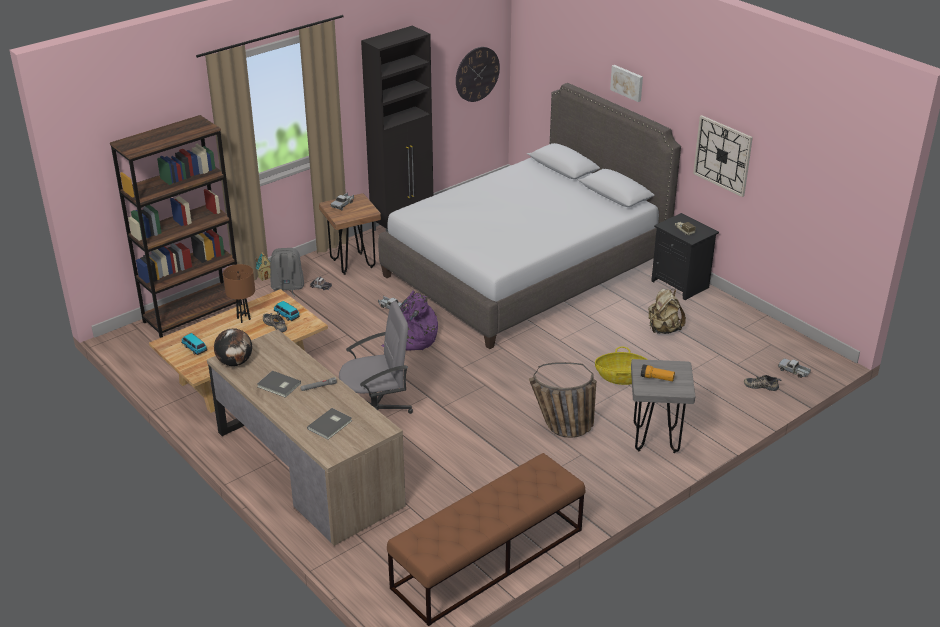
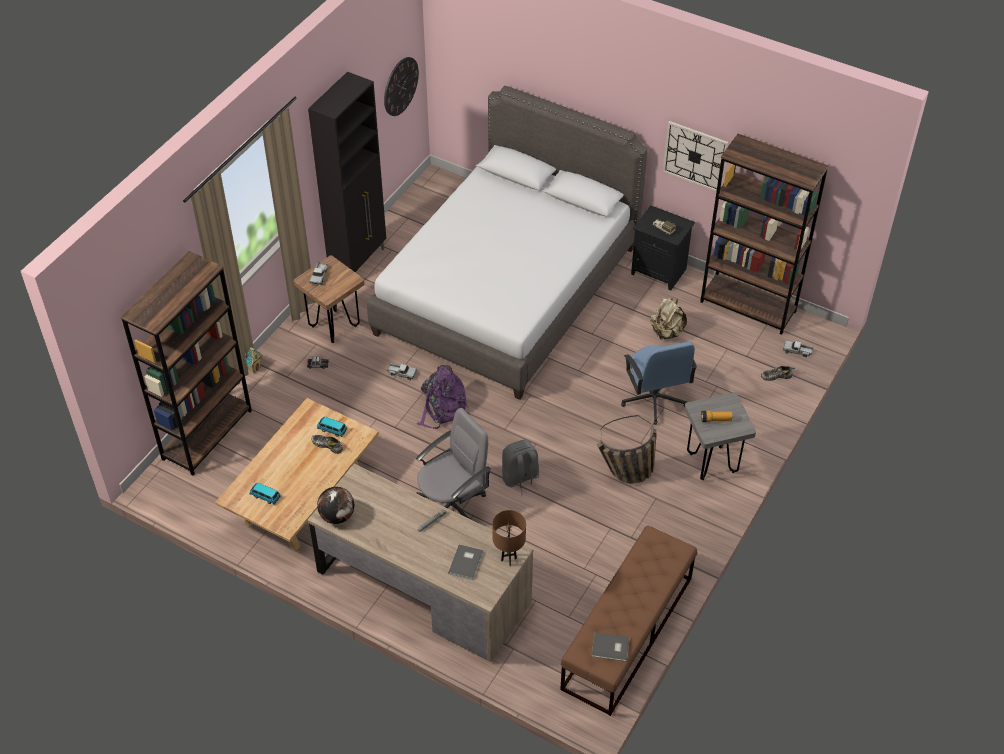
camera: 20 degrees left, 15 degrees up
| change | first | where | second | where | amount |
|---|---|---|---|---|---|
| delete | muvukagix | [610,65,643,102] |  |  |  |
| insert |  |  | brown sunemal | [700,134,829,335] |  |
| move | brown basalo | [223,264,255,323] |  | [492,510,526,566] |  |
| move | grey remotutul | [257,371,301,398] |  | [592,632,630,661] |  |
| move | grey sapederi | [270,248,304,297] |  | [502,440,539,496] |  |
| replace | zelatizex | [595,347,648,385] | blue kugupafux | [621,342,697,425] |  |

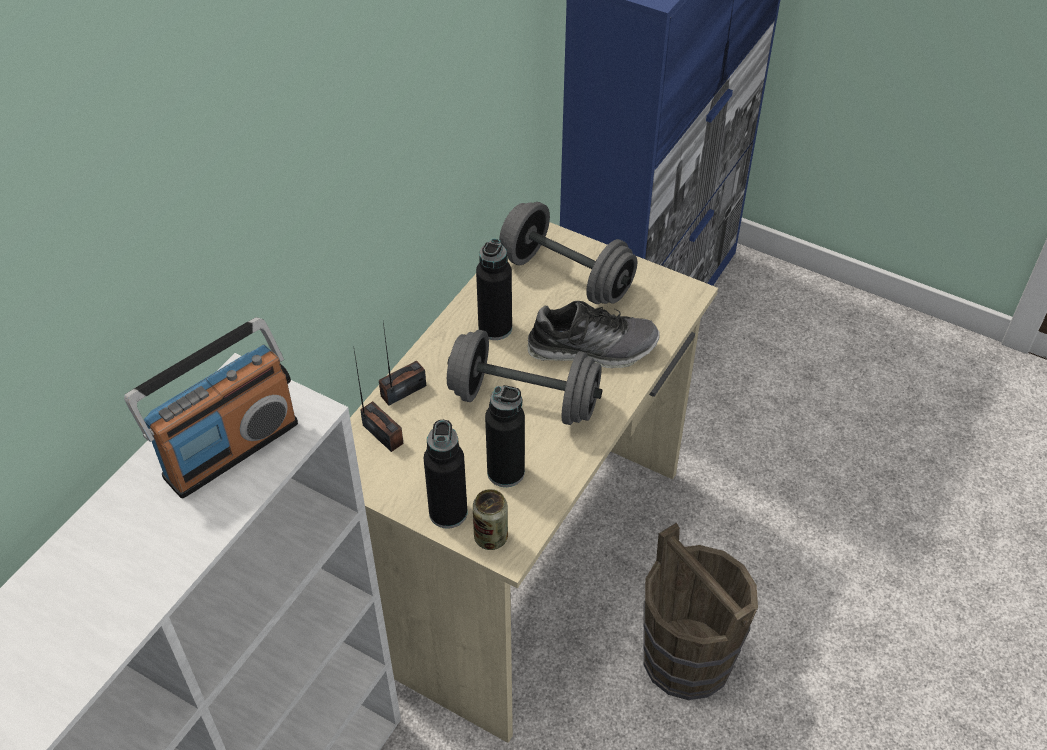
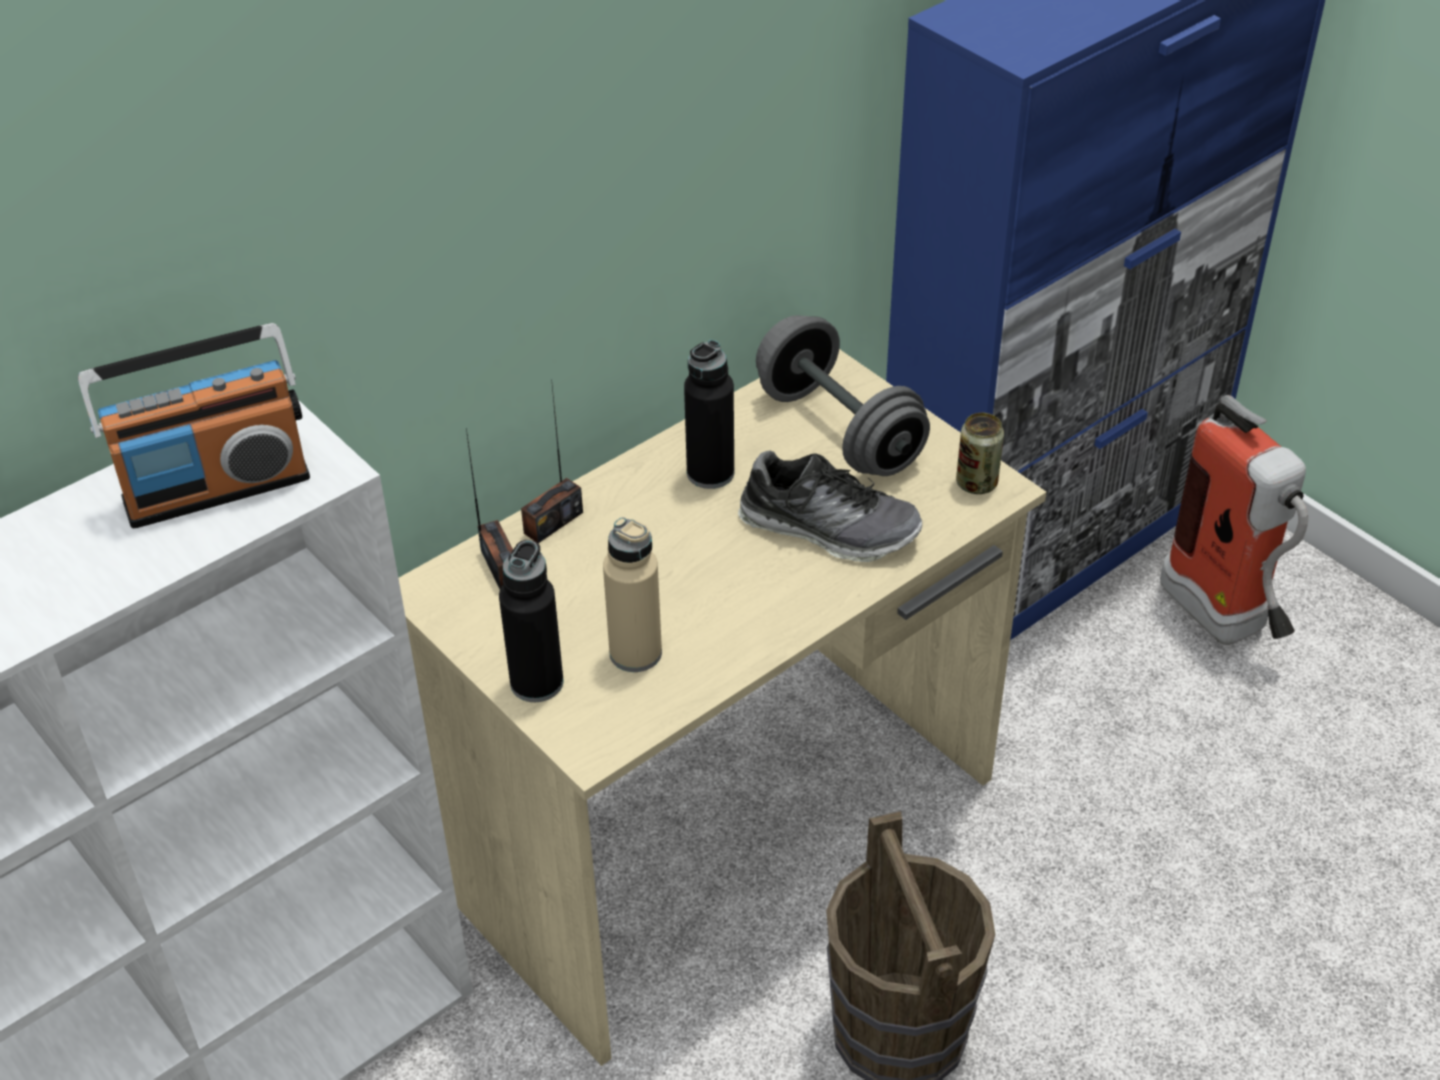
camera: 20 degrees right, 5 degrees down
| change | first | where | second | where | amount |
|---|---|---|---|---|---|
| delete | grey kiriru | [447,330,603,425] |  |  |  |
| insert |  |  | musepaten | [1160,395,1308,645] |  |
| move | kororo | [473,489,508,550] |  | [956,413,1004,494] |  |
| recolor | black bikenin | [485,385,525,487] | beige bikenin | [603,517,662,672] |  |
| rotate | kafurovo | [379,322,426,406] |  | [521,386,583,543] | 150 degrees clockwise |

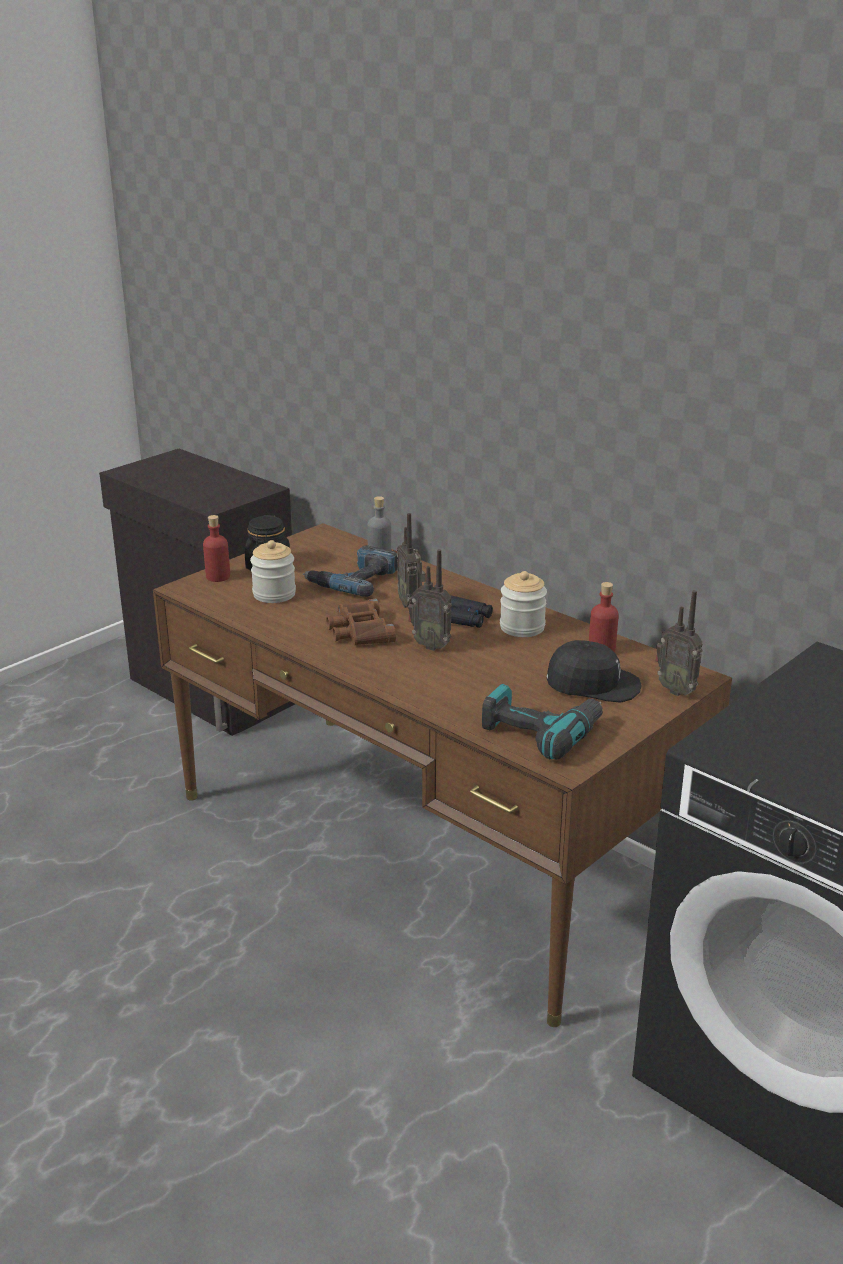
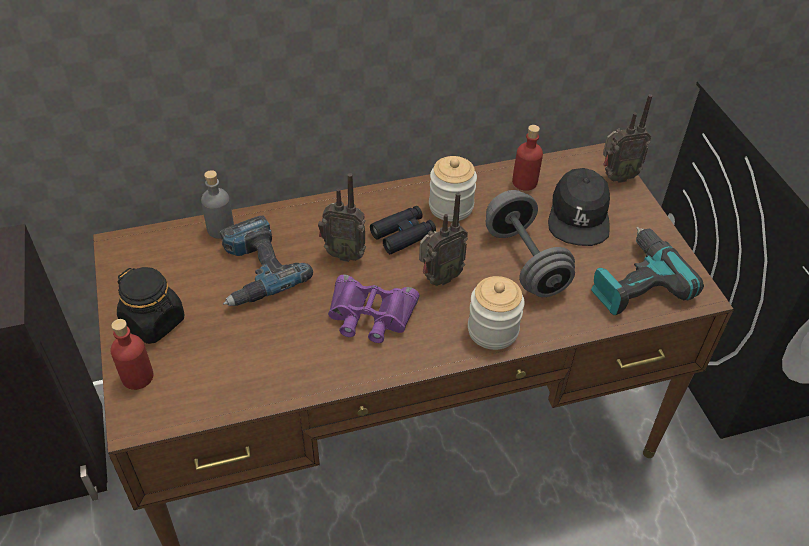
camera: 60 degrees left, 20 degrees up
| change | first | where | second | where | amount |
|---|---|---|---|---|---|
| insert |  |  | grey kiriru | [486,190,575,297] |  |
| move | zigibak | [250,540,296,603] |  | [468,276,525,350] |  |
| recolor | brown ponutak | [326,599,396,645] | purple ponutak | [328,274,420,343] |  |
| rotate | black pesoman | [546,640,642,703] |  | [548,168,610,246] | 150 degrees clockwise |

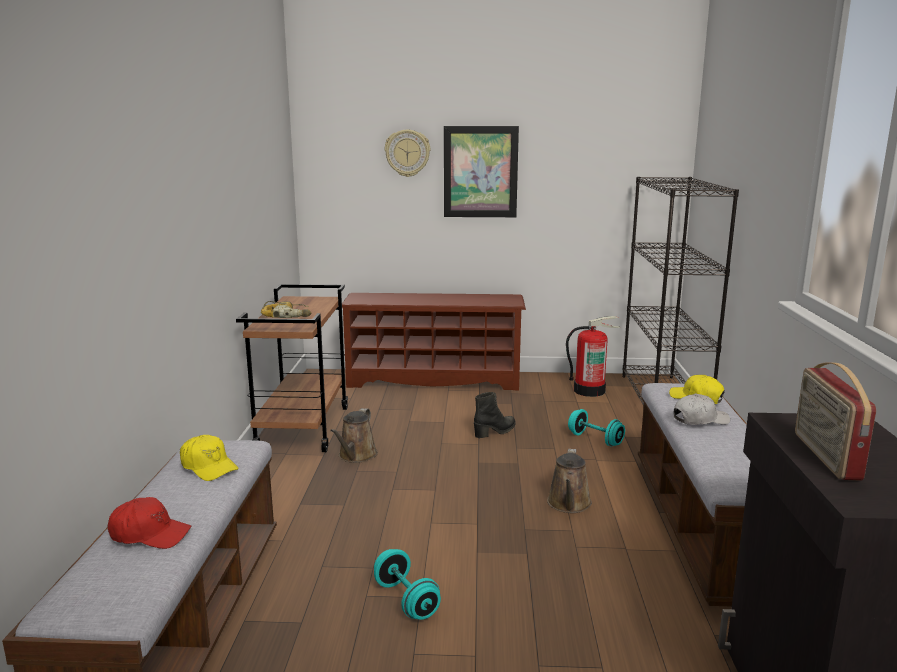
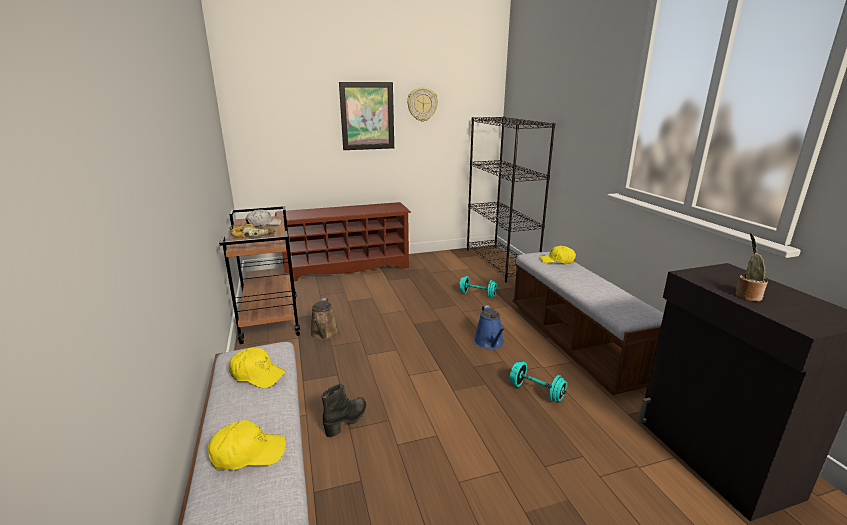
camera: 20 degrees left, 5 degrees up
| change | first | where | second | where | amount |
|---|---|---|---|---|---|
| delete | musepaten | [566,316,621,397] |  |  |  |
| move | turquoise kiriru | [374,549,441,620] |  | [510,362,567,402] |  |
| move | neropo | [385,130,430,177] |  | [407,88,438,122] |  |
| move | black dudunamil | [474,392,516,438] |  | [322,384,366,437] |  |
| move | white pesoman | [674,394,730,425] |  | [246,209,281,227] |  |
| replace | kafurovo | [795,362,876,481] | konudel | [736,233,768,302] |  |
| recolor | red pesoman | [108,497,191,549] | yellow pesoman | [208,420,286,470] |  |
| recolor | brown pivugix | [547,449,592,513] | blue pivugix | [474,305,505,349] |  |

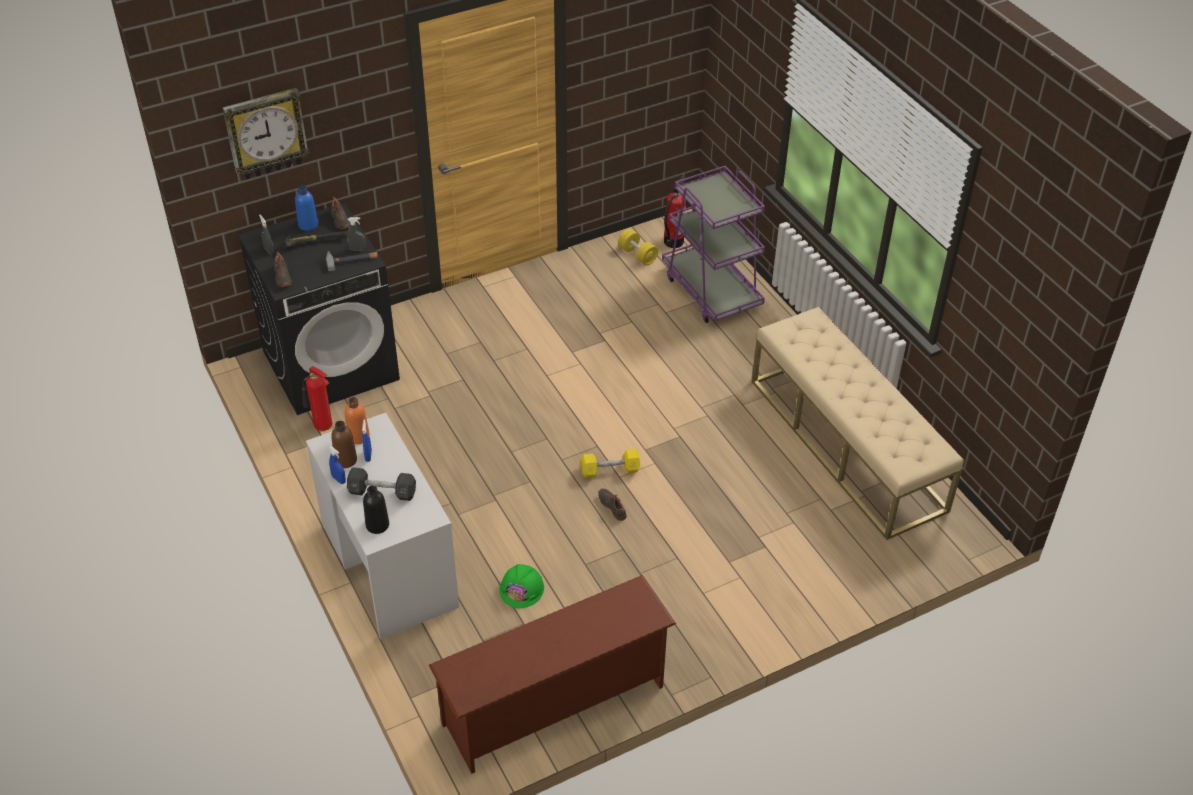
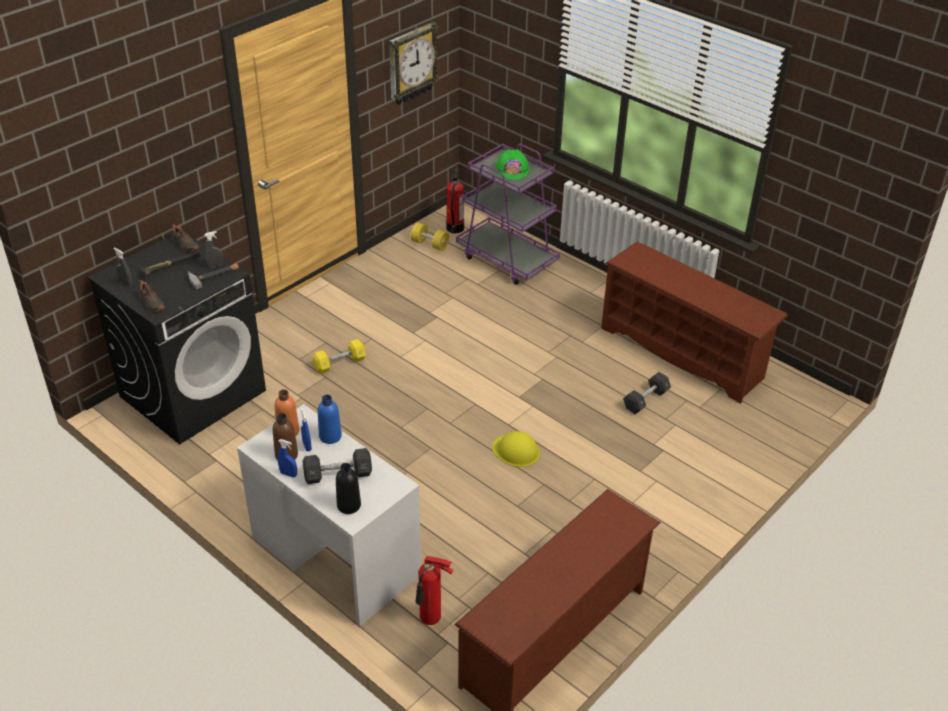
camera: 20 degrees left, 5 degrees down
| change | first | where | second | where | amount |
|---|---|---|---|---|---|
| insert |  |  | black kiriru | [623,372,671,414] |  |
| move | neropo | [222,88,309,179] |  | [389,22,439,105] |  |
| move | blue bikenin | [295,185,318,231] |  | [318,395,342,444] |  |
| move | musepaten | [302,366,332,431] |  | [416,556,454,625] |  |
| move | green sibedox | [499,564,544,608] |  | [495,149,530,180] |  |
| move | yellow kiriru | [581,449,640,478] |  | [313,339,366,374] |  |
| replace | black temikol | [598,488,627,521] | yellow sibedox | [492,431,540,467] |  |
| replace | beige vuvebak | [752,307,964,540] | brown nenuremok | [601,242,788,404] |  |

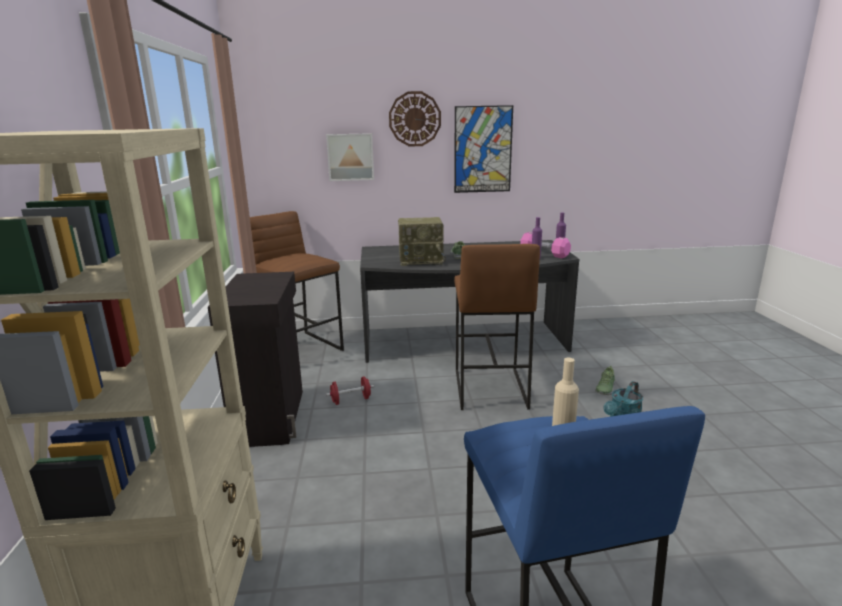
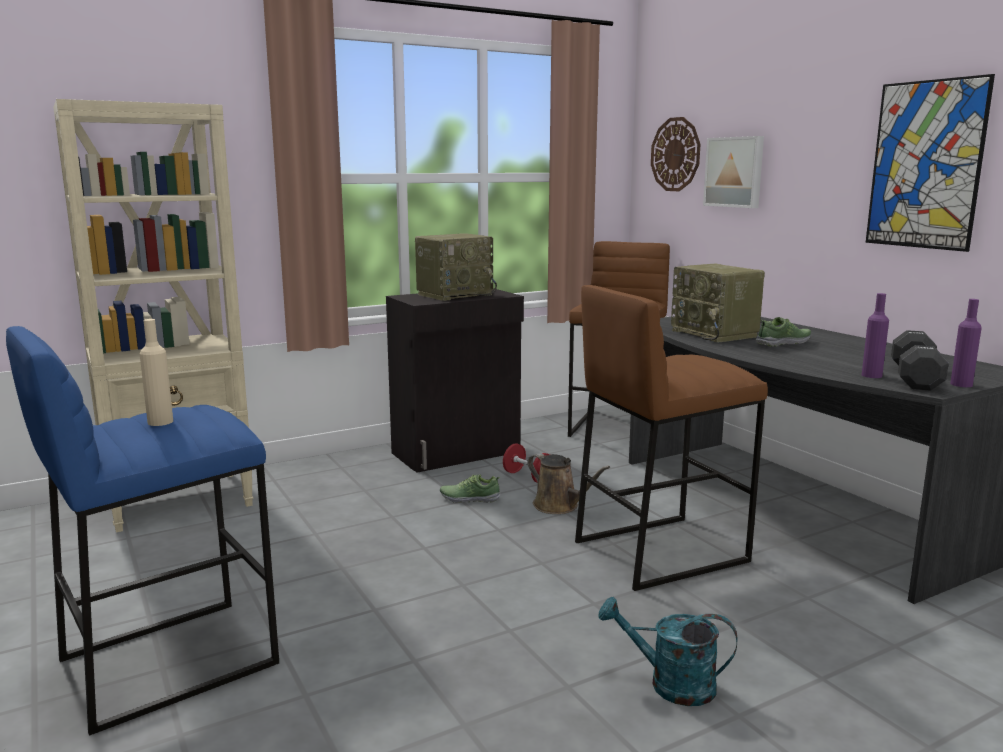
camera: 65 degrees right, 5 degrees down
| change | first | where | second | where | amount |
|---|---|---|---|---|---|
| insert |  |  | kafurovo | [415,233,497,301] |  |
| insert |  |  | brown pivugix | [527,453,610,514] |  |
| move | neropo | [389,91,441,147] |  | [651,117,701,191] |  |
| move | temikol | [595,366,615,395] |  | [440,474,500,503] |  |
| recolor | pink kiriru | [520,232,571,258] | black kiriru | [891,330,949,391] |  |

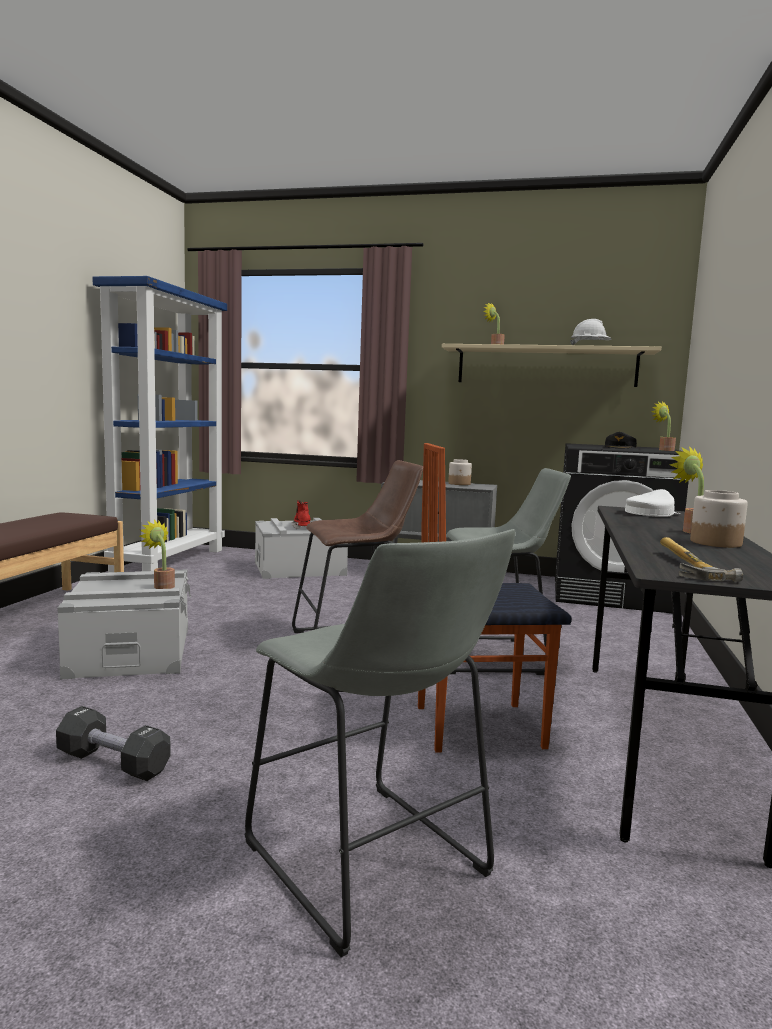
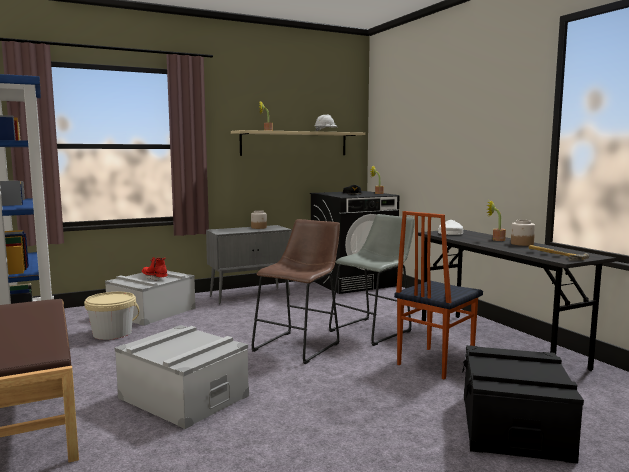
camera: 40 degrees left, 0 degrees up
| change | first | where | second | where | amount |
|---|---|---|---|---|---|
| delete | black kiriru | [56,706,171,781] |  |  |  |
| delete | konudel | [139,520,175,589] |  |  |  |
| insert |  |  | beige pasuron | [84,292,139,340] |  |
| replace | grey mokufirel | [245,529,515,957] | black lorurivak | [462,345,584,464] |  |

